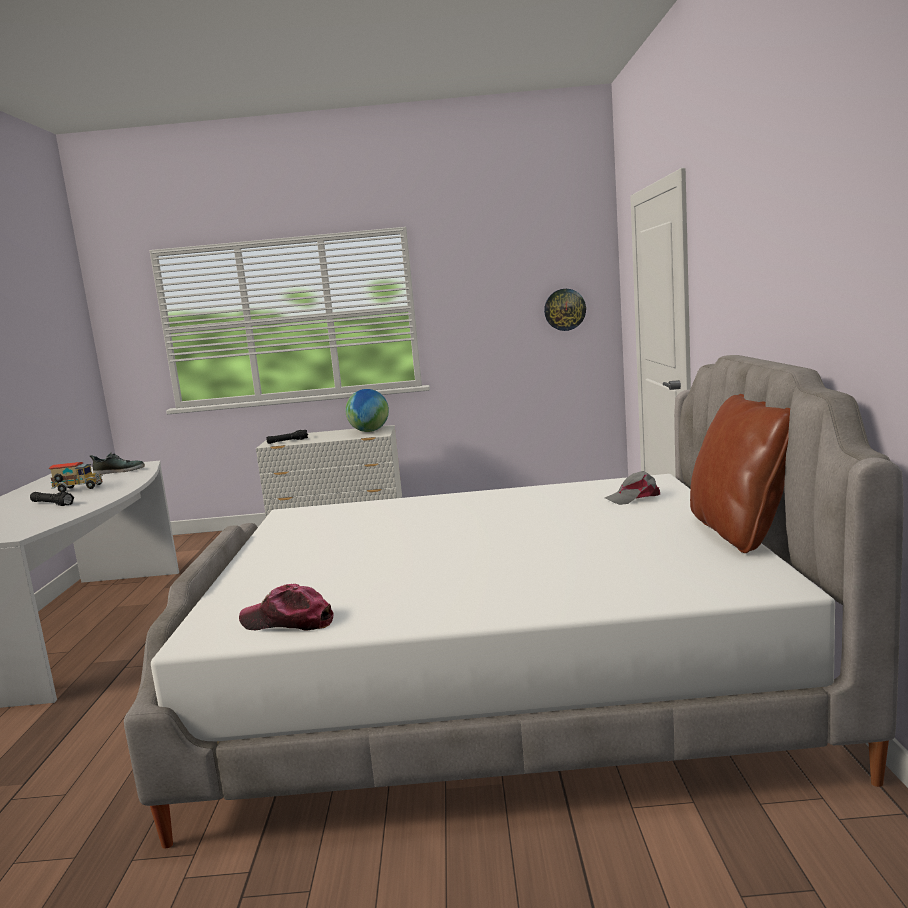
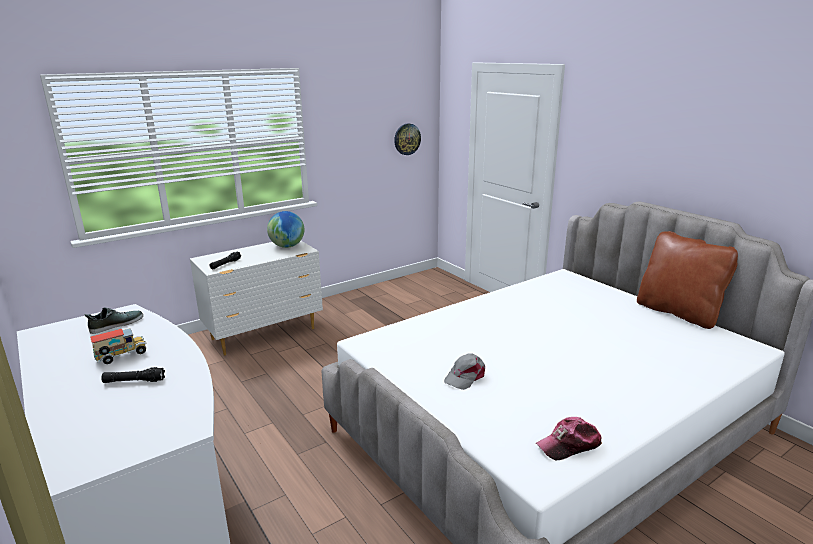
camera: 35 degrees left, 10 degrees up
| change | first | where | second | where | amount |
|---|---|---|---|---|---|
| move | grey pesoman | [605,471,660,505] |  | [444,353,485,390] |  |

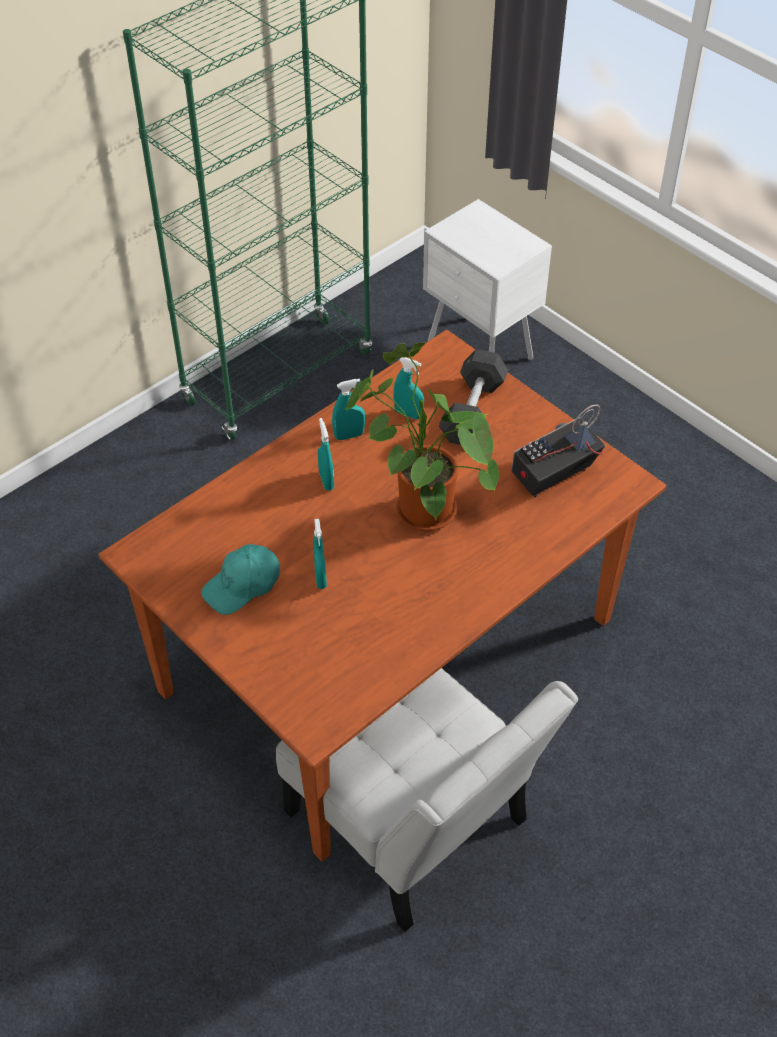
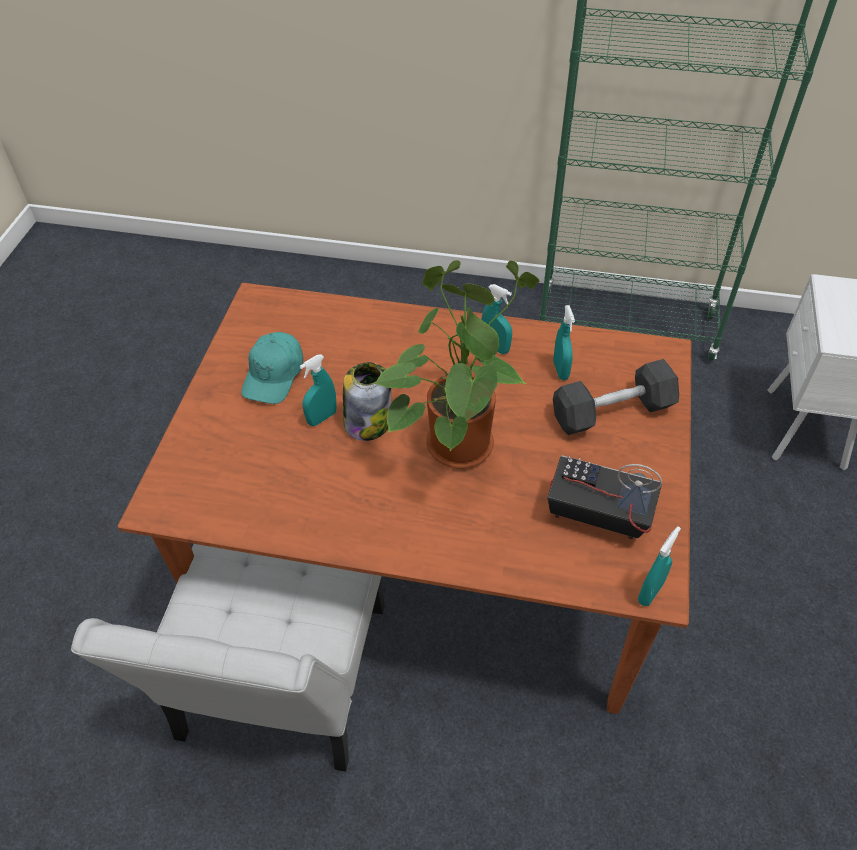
camera: 55 degrees right, 0 degrees up
| change | first | where | second | where | amount |
|---|---|---|---|---|---|
| insert |  |  | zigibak | [343,362,391,441] |  |
| move | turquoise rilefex | [318,418,334,491] |  | [638,527,681,606] |  |
| rotate | turquoise pesoman | [201,544,280,615] |  | [241,332,303,404] | 90 degrees counterclockwise |

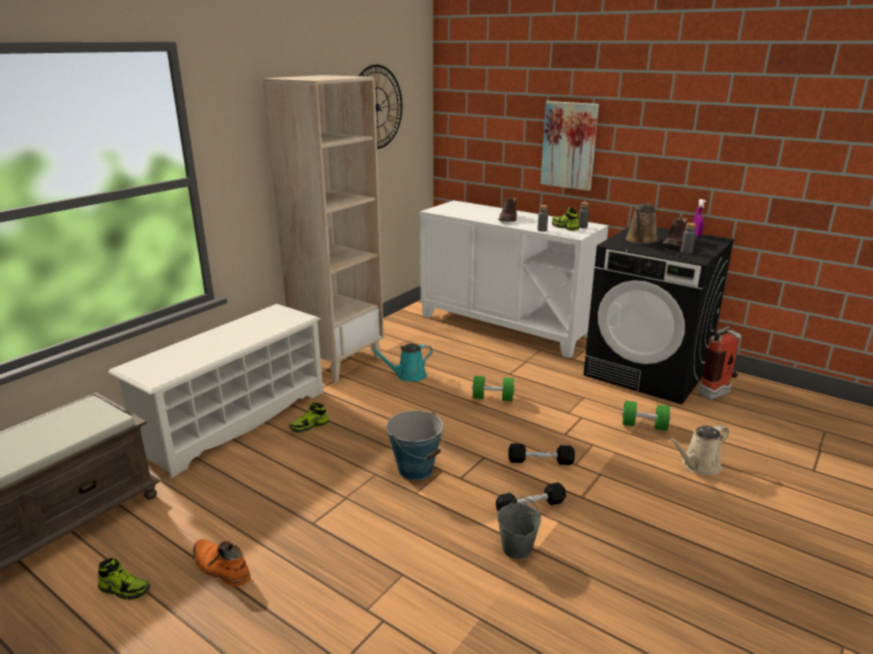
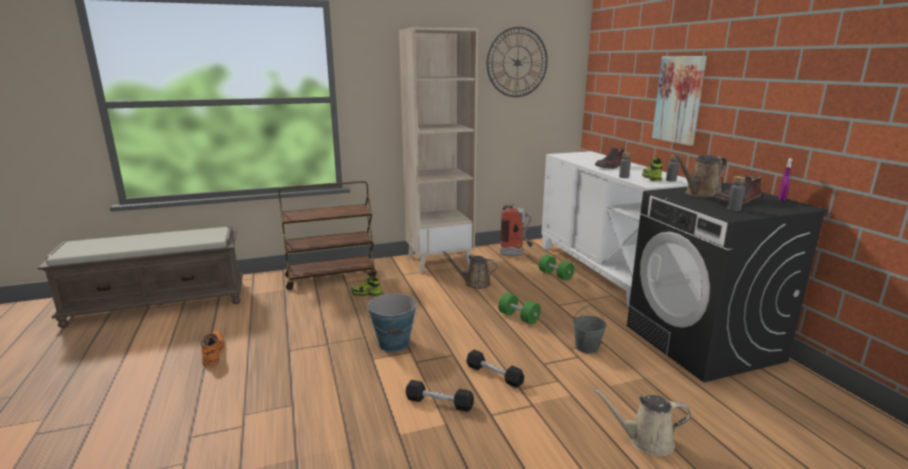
camera: 35 degrees right, 5 degrees down
| change | first | where | second | where | amount |
|---|---|---|---|---|---|
| delete | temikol | [98,557,151,600] |  |  |  |
| move | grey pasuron | [497,497,541,559] |  | [573,305,607,354] |  |
| move | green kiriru | [622,401,670,431] |  | [539,255,574,281] |  |
| move | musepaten | [698,326,741,400] |  | [500,203,533,256] |  |
| replace | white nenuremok | [108,304,323,478] | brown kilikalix | [279,181,376,290] |  |
| recolor | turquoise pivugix | [371,344,433,382] | brown pivugix | [443,251,498,289] |  |

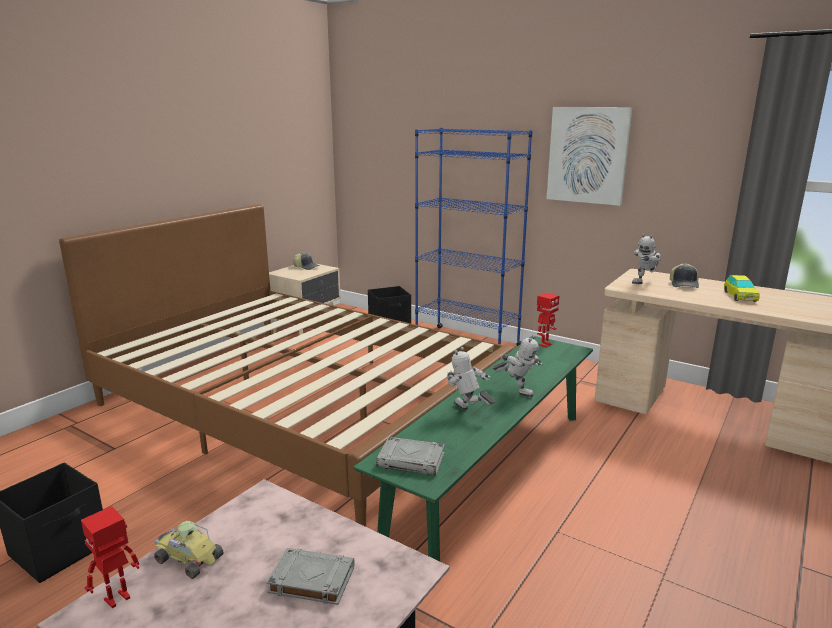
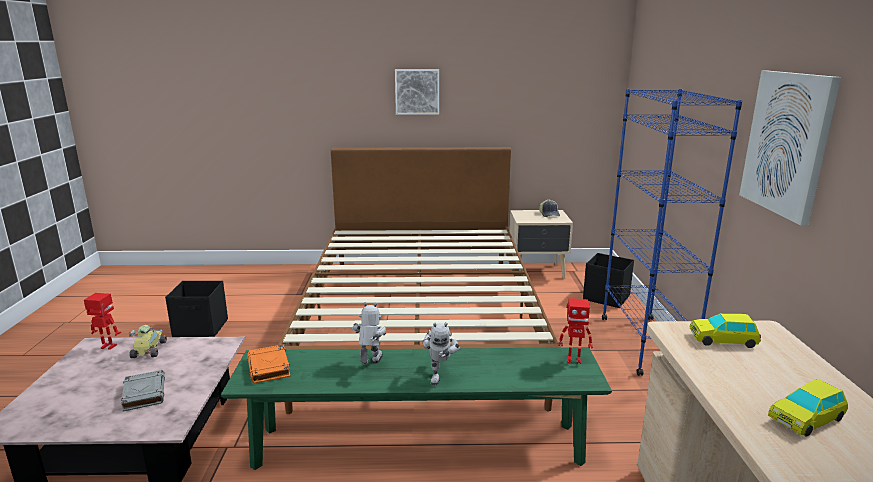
camera: 55 degrees right, 0 degrees up
| change | first | where | second | where | amount |
|---|---|---|---|---|---|
| delete | pesoman | [670,263,699,288] |  |  |  |
| insert |  |  | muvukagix | [395,69,439,115] |  |
| replace | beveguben | [632,234,661,284] | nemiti | [690,314,761,348] |  |
| recolor | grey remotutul | [376,437,445,475] | orange remotutul | [247,345,291,384] |  |

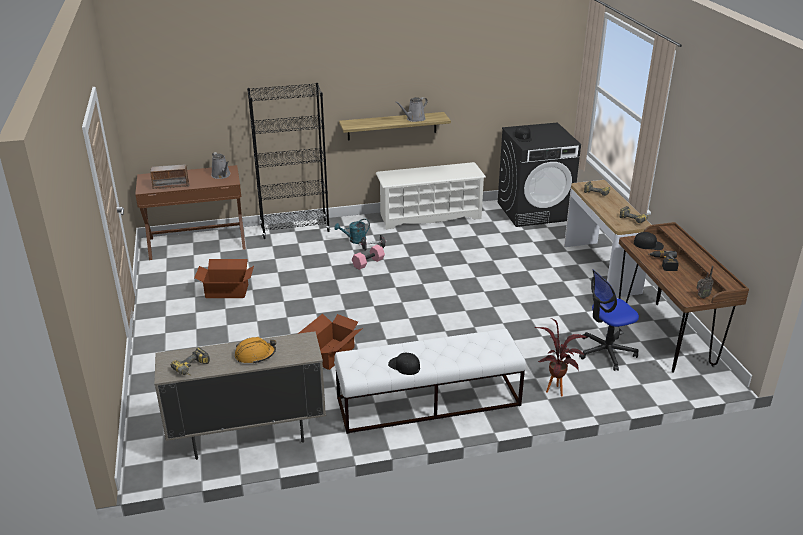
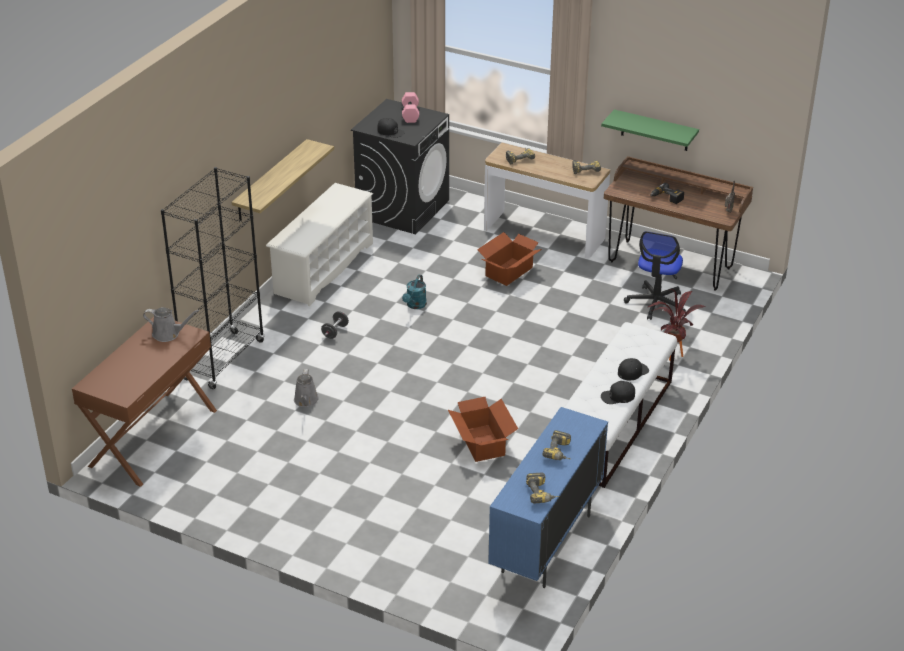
camera: 50 degrees left, 5 degrees up
| change | first | where | second | where | amount |
|---|---|---|---|---|---|
| delete | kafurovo | [150,164,190,189] |  |  |  |
| insert |  |  | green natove | [601,109,699,151] |  |
| move | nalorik | [194,259,254,298] |  | [477,232,542,286] |  |
| move | turquoise pivugix | [334,219,370,244] |  | [402,275,427,309] |  |
| move | pink kiriru | [352,245,385,270] |  | [402,92,419,123] |  |
| move | grey pivugix | [395,97,428,122] |  | [294,369,319,407] |  |
| move | black pesoman | [634,232,664,250] |  | [618,358,649,380] |  |
| replace | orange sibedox | [235,337,276,364] | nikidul | [543,430,571,460] |  |
| recolor | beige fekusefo | [154,331,326,460] | blue fekusefo | [488,407,608,588] |  |

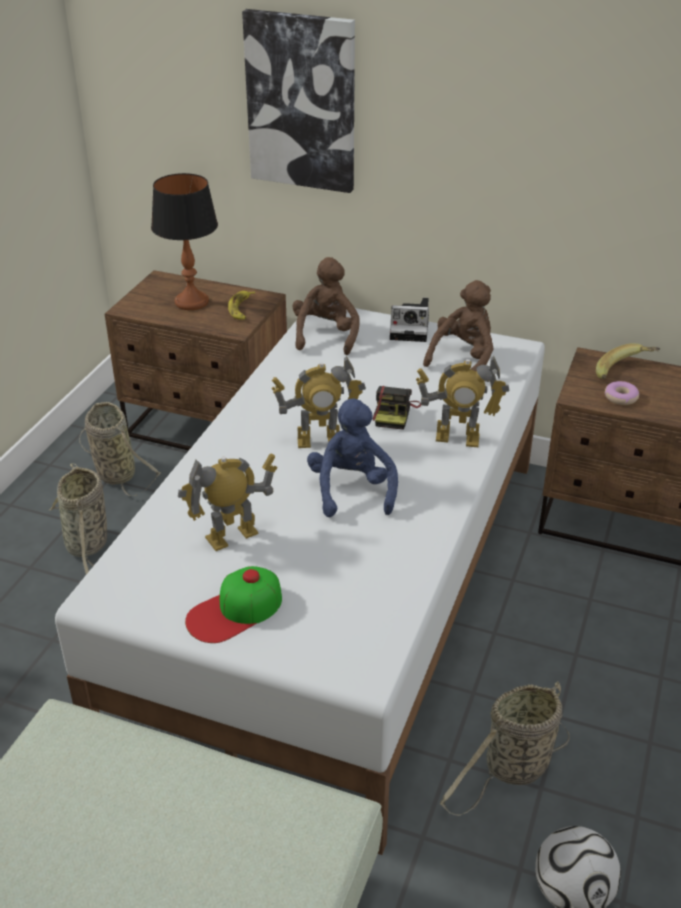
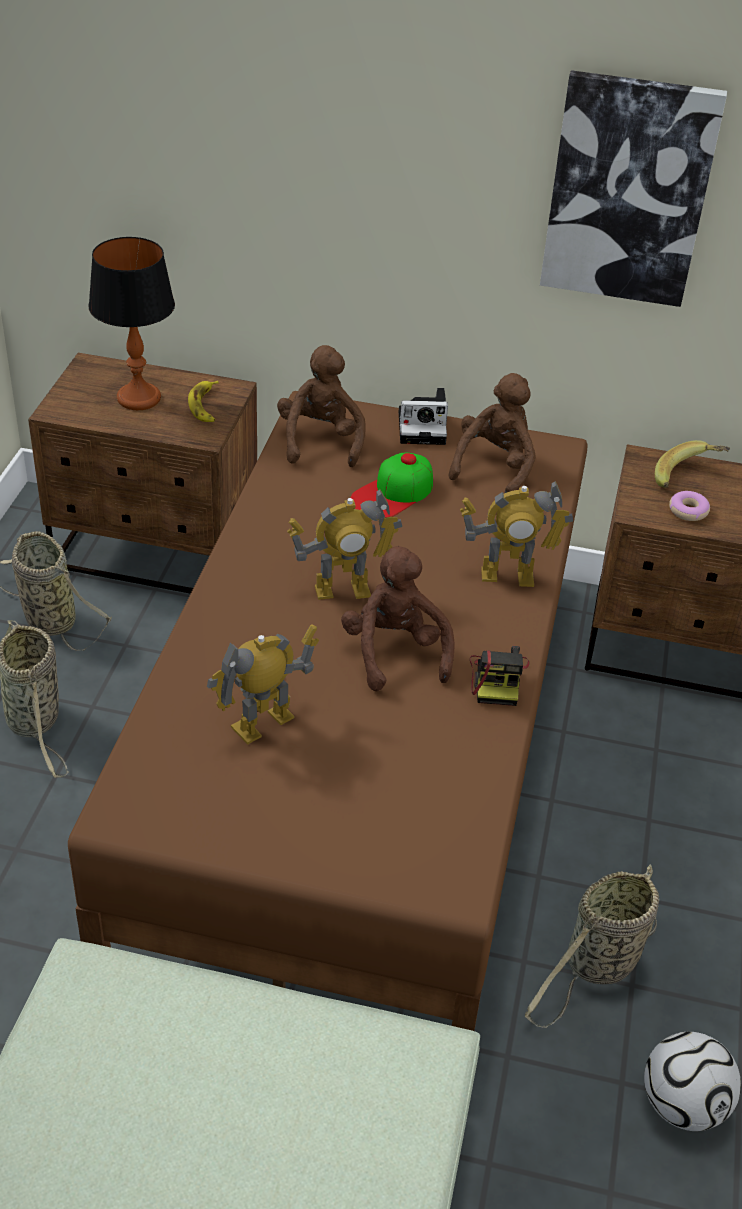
camera: 10 degrees left, 5 degrees up
| change | first | where | second | where | amount |
|---|---|---|---|---|---|
| move | pesoman | [185,566,282,643] |  | [350,452,433,518] |  |
| move | muvukagix | [242,9,355,193] |  | [540,70,727,307] |  |
| move | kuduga | [373,386,421,430] |  | [470,646,530,706] |  |
| recolor | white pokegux | [55,308,545,855] | brown pokegux | [68,391,587,1031] |  |
| recolor | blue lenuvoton | [307,399,398,517] | brown lenuvoton | [341,546,455,691] |  |

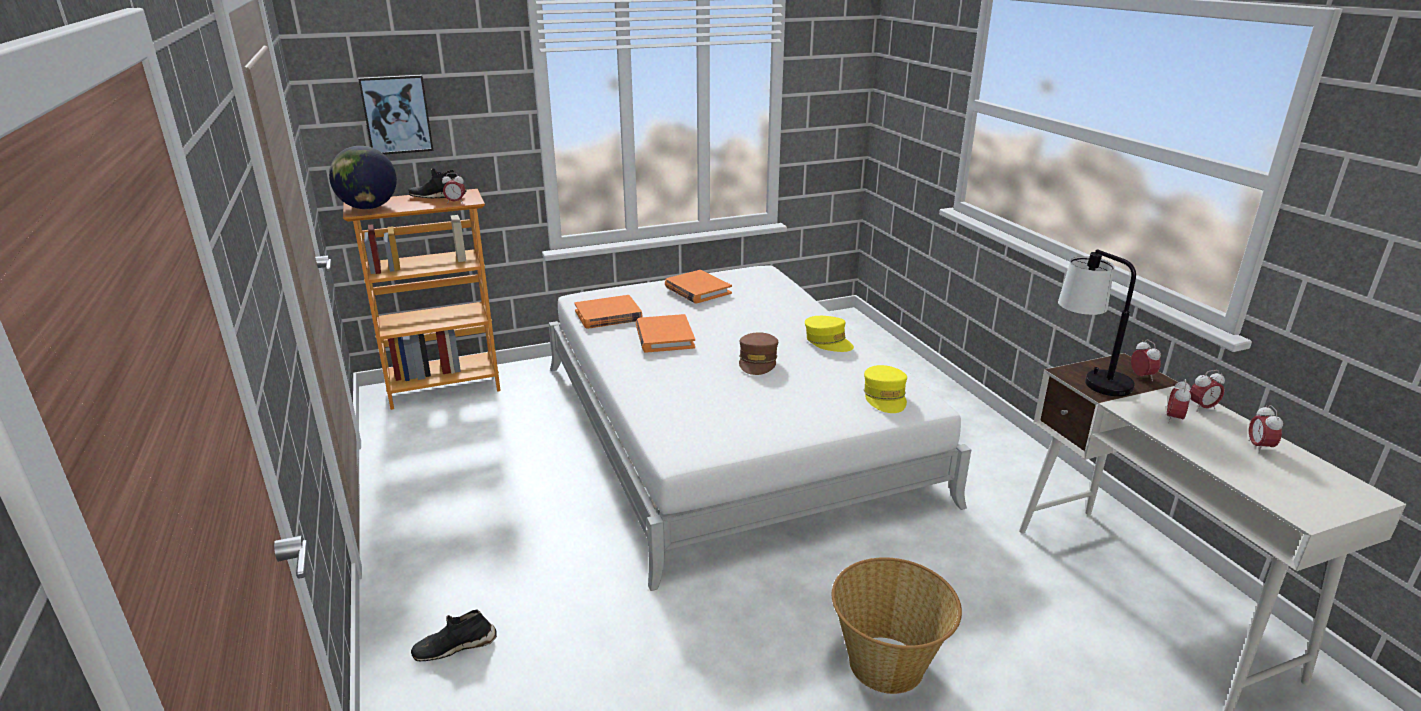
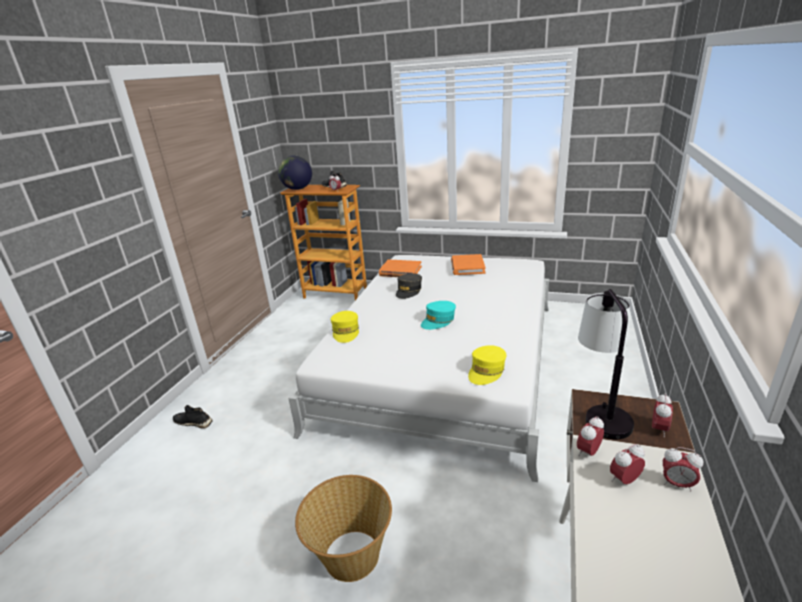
camera: 40 degrees right, 0 degrees up
| change | first | where | second | where | amount |
|---|---|---|---|---|---|
| delete | muvukagix | [358,75,433,155] |  |  |  |
| move | yellow pesoman | [805,316,854,352] |  | [331,311,359,343] |  |
| move | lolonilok | [1248,405,1283,454] |  | [577,416,604,456] |  |
| replace | orange remotutul | [636,314,695,353] | grey pesoman | [396,273,422,299] |  |
| recolor | brown pesoman | [739,332,778,375] | turquoise pesoman | [421,301,456,330] |  |

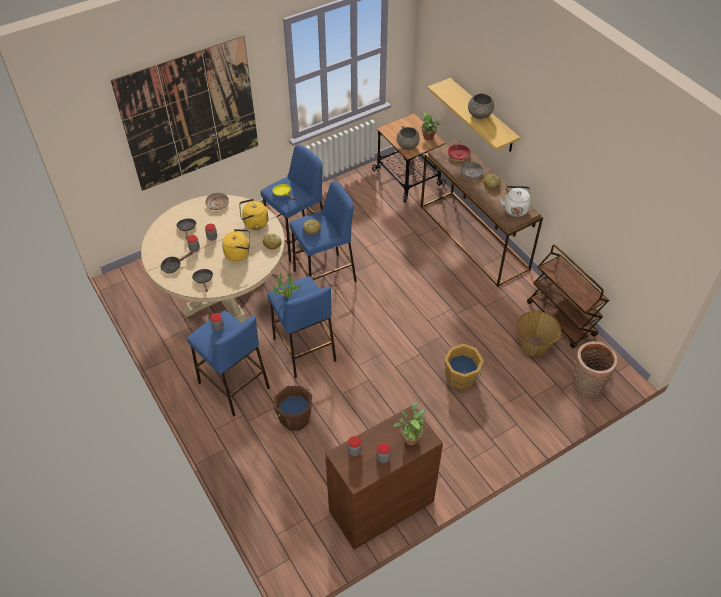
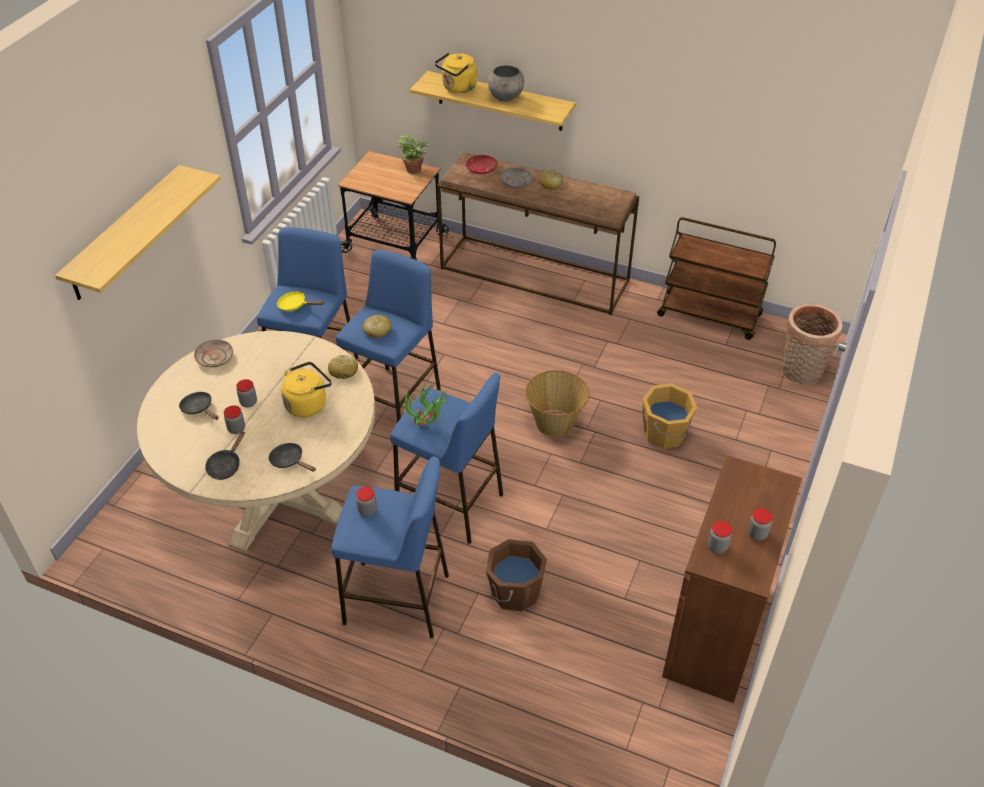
camera: 35 degrees left, 5 degrees down
| change | first | where | second | where | amount |
|---|---|---|---|---|---|
| delete | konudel | [393,401,426,445] |  |  |  |
| delete | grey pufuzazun | [397,126,420,150] |  |  |  |
| delete | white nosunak | [500,186,531,217] |  |  |  |
| move | yellow nosunak | [239,199,268,230] |  | [435,52,477,93] |  |
| move | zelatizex | [517,311,561,357] |  | [525,370,590,437] |  |
| replace | muvukagix | [111,36,258,191] | natove | [55,165,221,300] |  |

